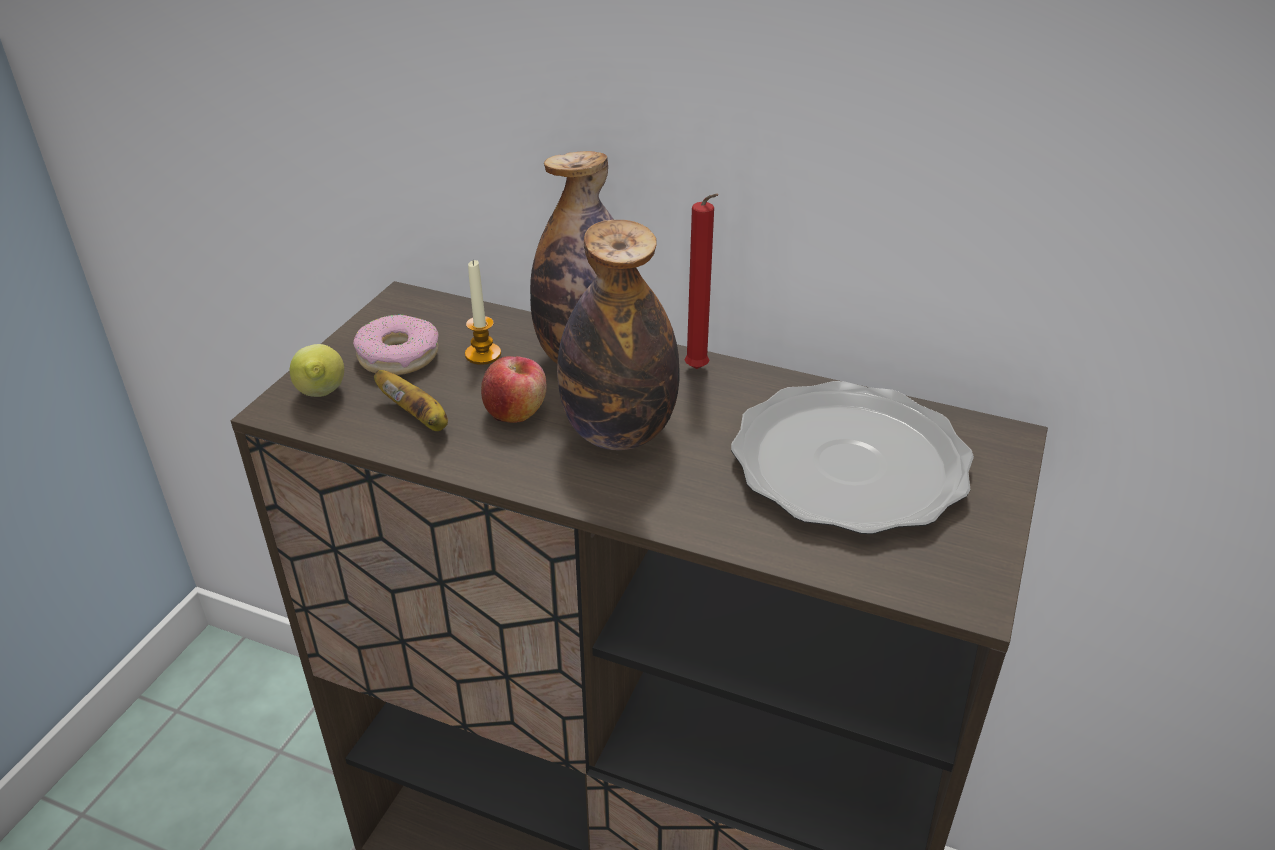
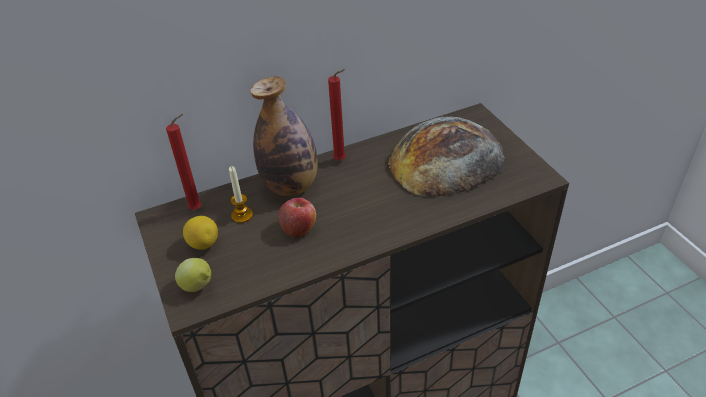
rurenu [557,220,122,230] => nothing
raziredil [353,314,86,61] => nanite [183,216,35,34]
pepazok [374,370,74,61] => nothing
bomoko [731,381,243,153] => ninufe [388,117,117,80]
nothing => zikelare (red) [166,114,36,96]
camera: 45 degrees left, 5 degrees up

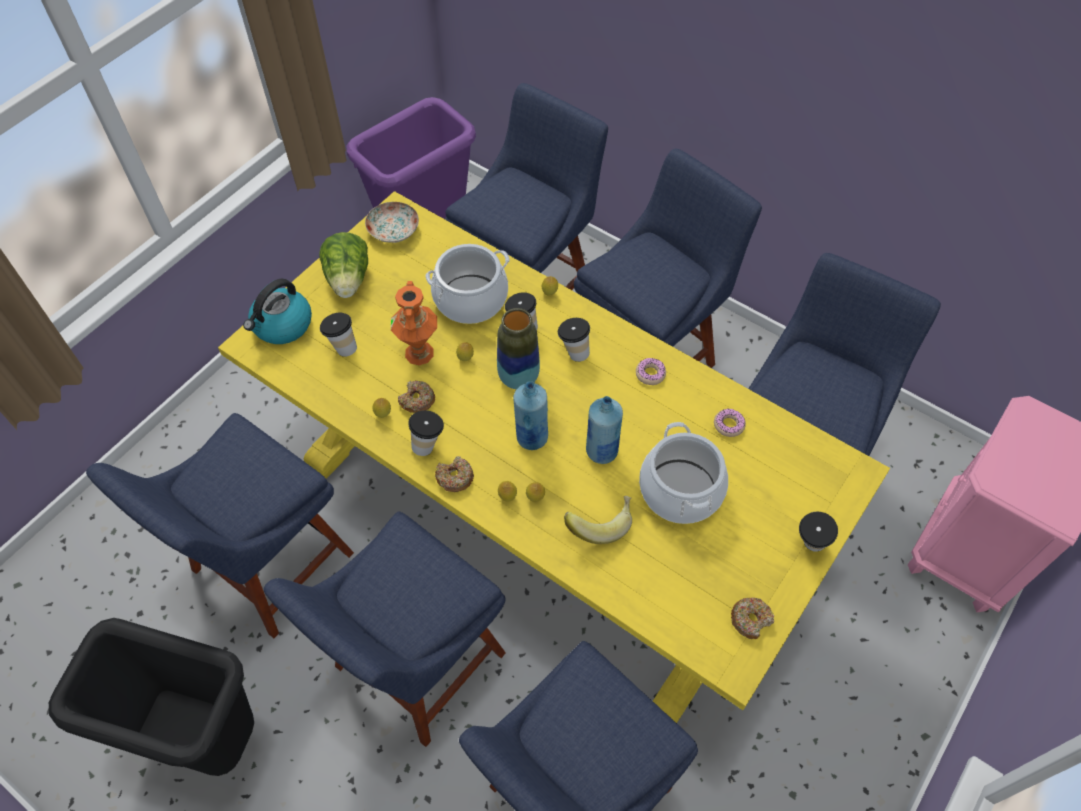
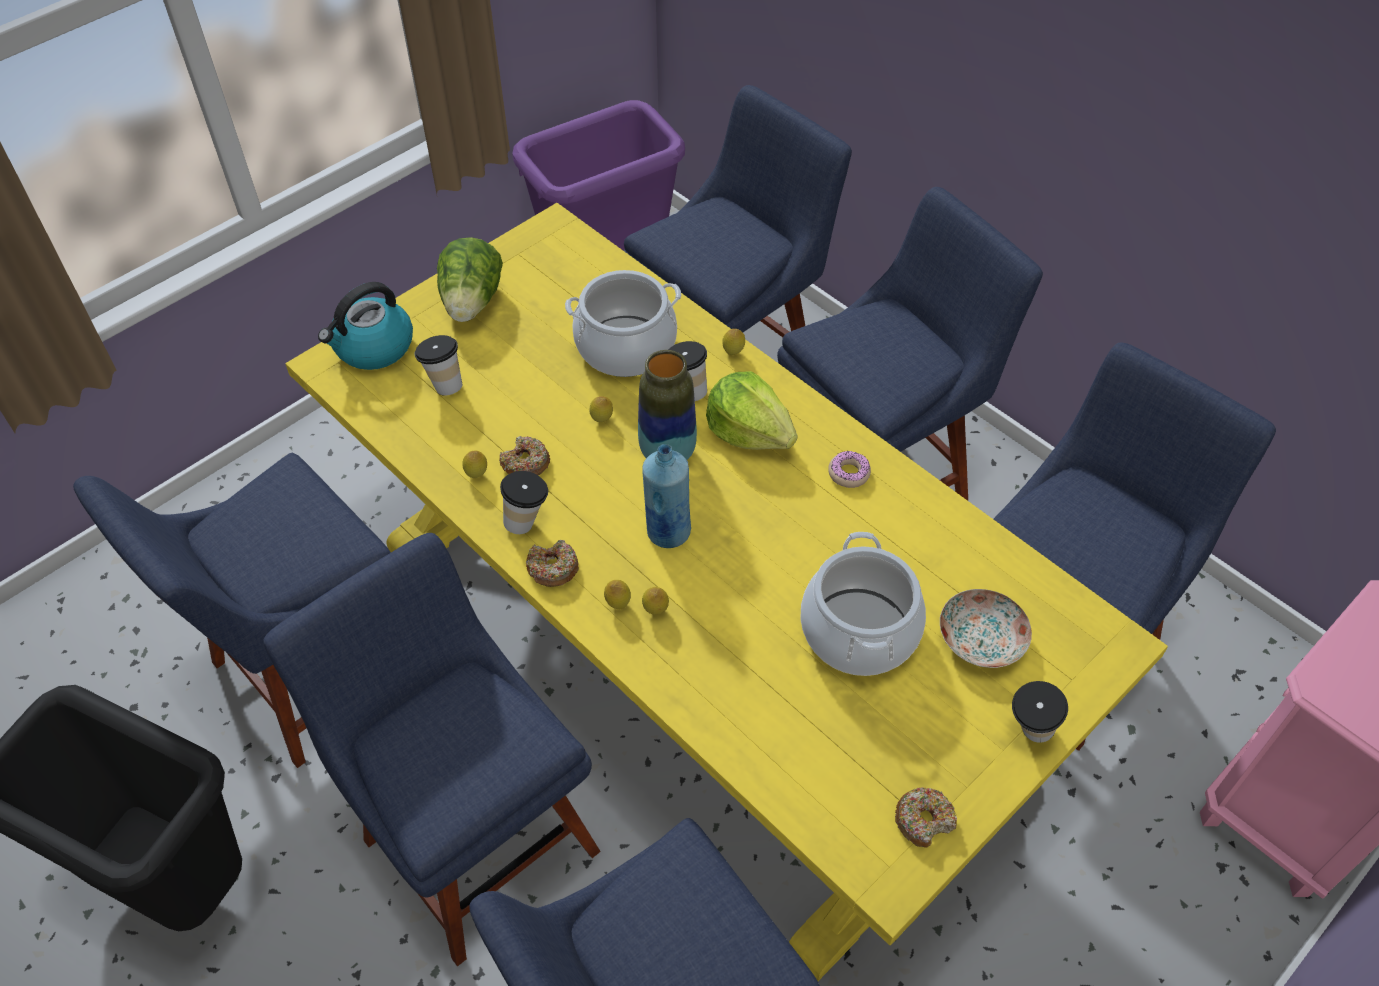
bomoko [365,202,54,41] => bomoko [940,589,92,79], move
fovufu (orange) [391,281,46,84] => nothing
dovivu [558,318,32,44] => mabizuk [706,371,92,79]
rurenu (blue) [586,396,37,68] => nothing
raziredil [714,408,32,29] => nothing
pepazok [564,496,68,48] => nothing
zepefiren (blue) [264,511,242,236] => zepefiren (blue) [263,533,338,433], 90 degrees clockwise
camera: 10 degrees right, 5 degrees down

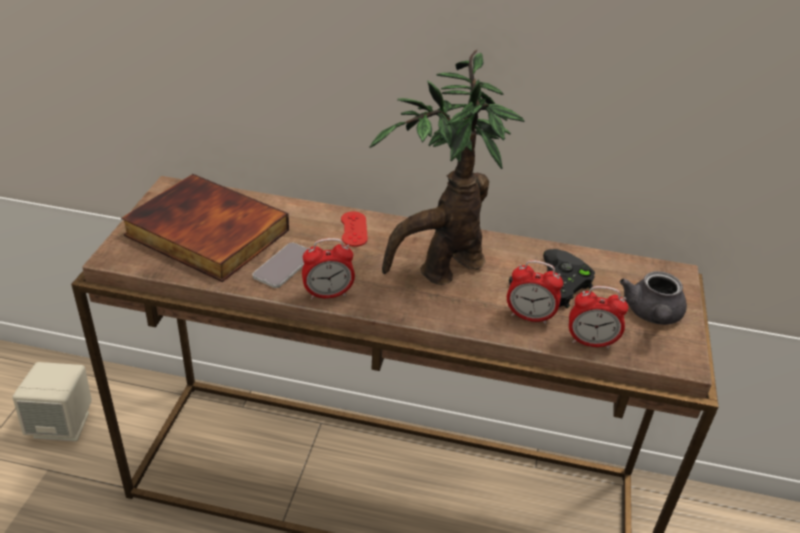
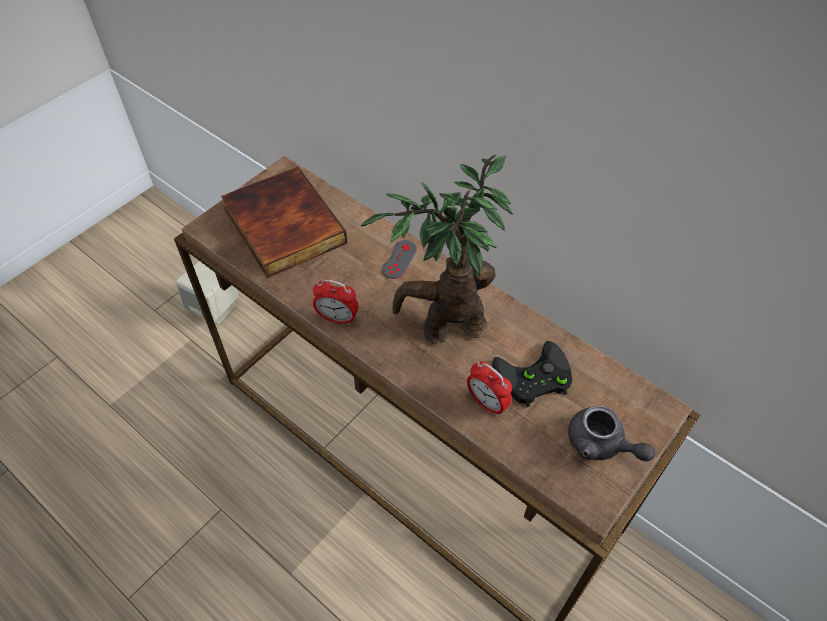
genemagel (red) [341,211,27,36] => genemagel (grey) [382,240,35,39]
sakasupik [253,243,55,45] => nothing
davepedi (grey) [620,271,67,54] => davepedi (grey) [568,405,87,56], 90 degrees counterclockwise
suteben [569,286,59,63] => nothing
camera: 30 degrees right, 15 degrees up

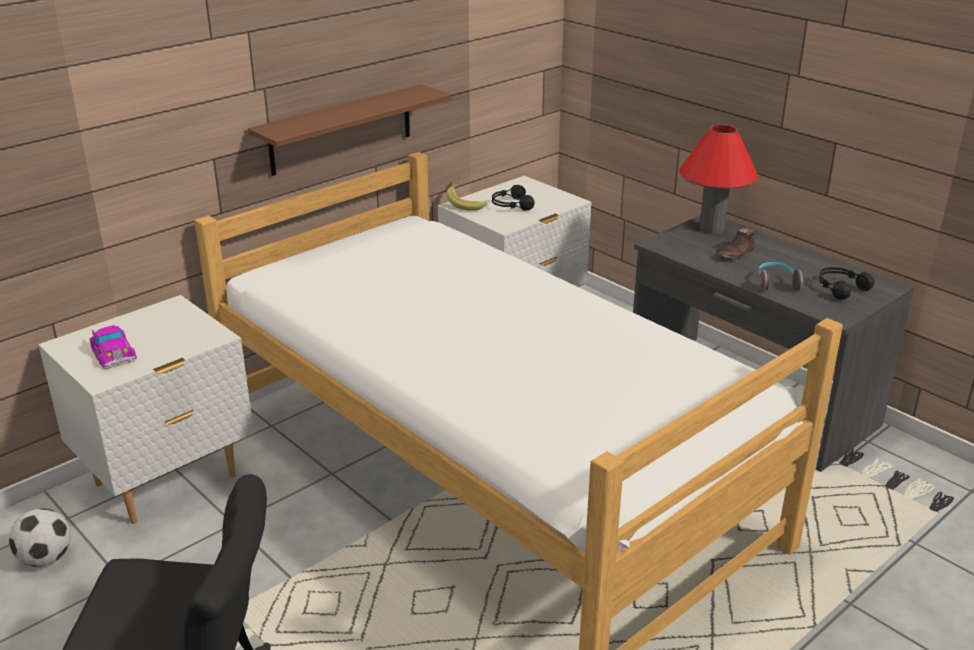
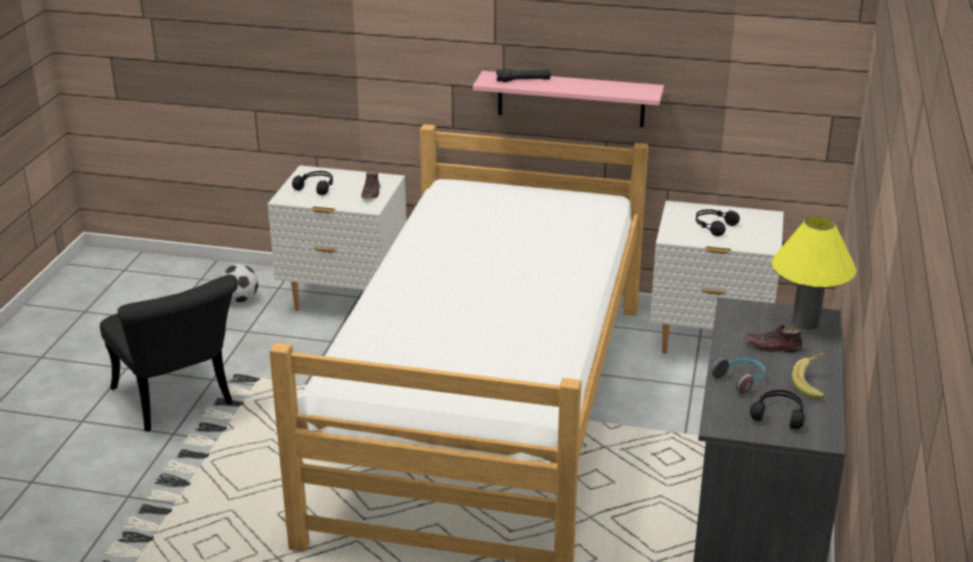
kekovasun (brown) [248,84,204,92] => kekovasun (pink) [473,71,191,56]
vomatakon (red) [679,125,79,109] => vomatakon (yellow) [772,216,85,113]
pepazok [446,178,40,33] => pepazok [792,352,35,47], move
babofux [89,325,48,44] => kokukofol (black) [292,171,41,24]
nothing => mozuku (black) [496,69,55,13]
nothing => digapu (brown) [361,169,19,30]
camera: 55 degrees right, 0 degrees up

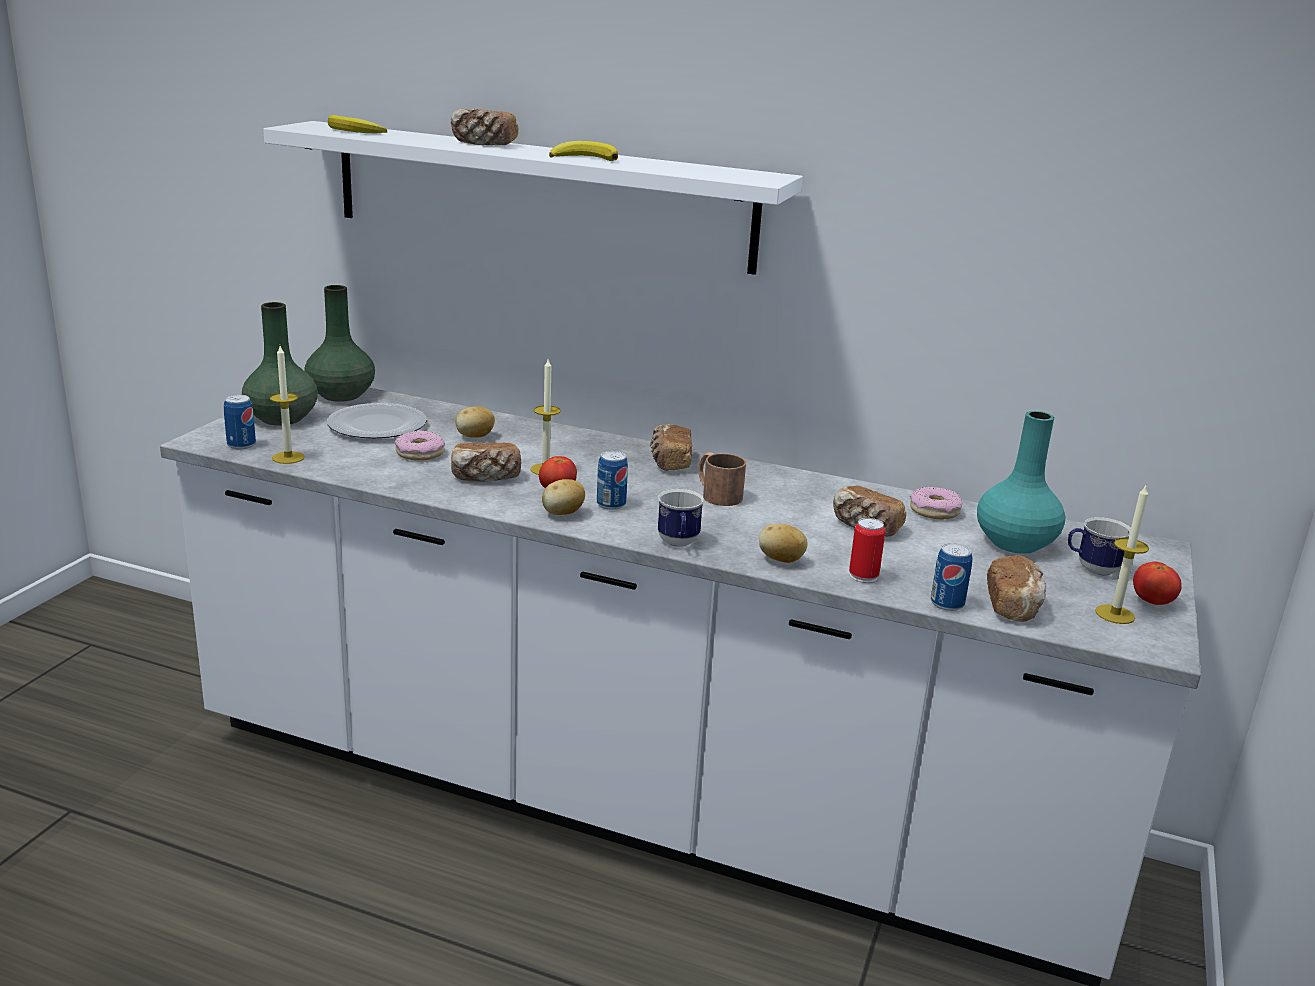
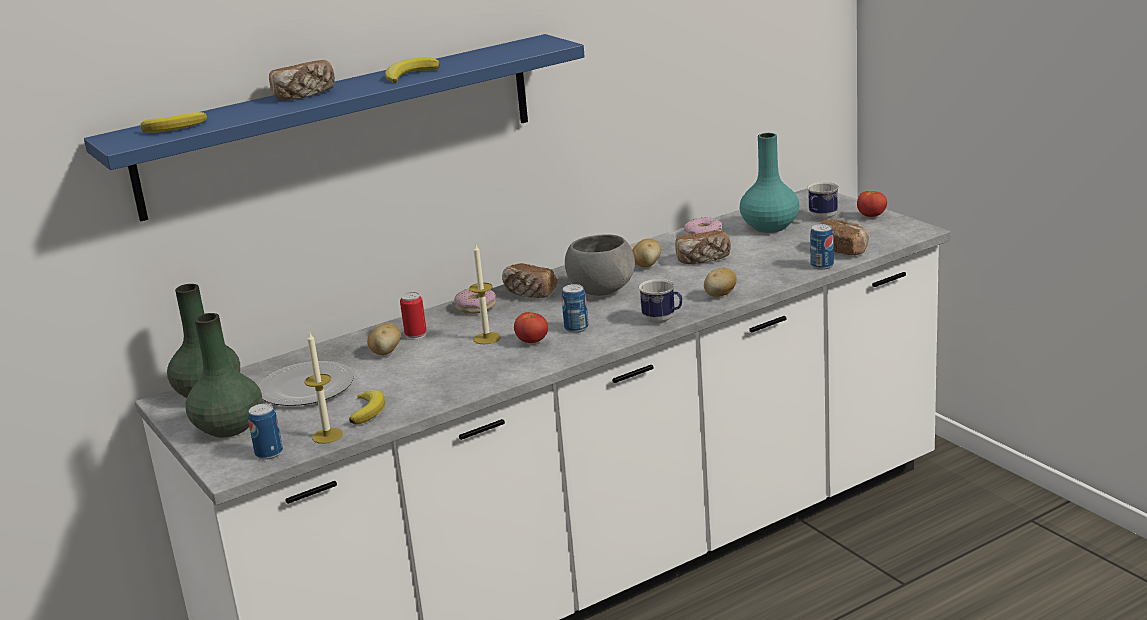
kekovasun (white) [263,121,540,154] => kekovasun (blue) [84,34,501,188]
raziredil [394,430,51,31] => raziredil [454,289,42,25], move
ninufe [451,442,70,40] => nothing
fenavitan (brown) [698,452,48,54] => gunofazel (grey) [565,234,70,62]
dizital [542,479,43,36] => dizital [632,239,29,28], move
zikelare [1095,485,54,139] => nothing
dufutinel [849,518,37,65] => dufutinel [400,292,27,48], move
nothing => pepazok [349,390,36,35]
camera: 50 degrees left, 0 degrees up

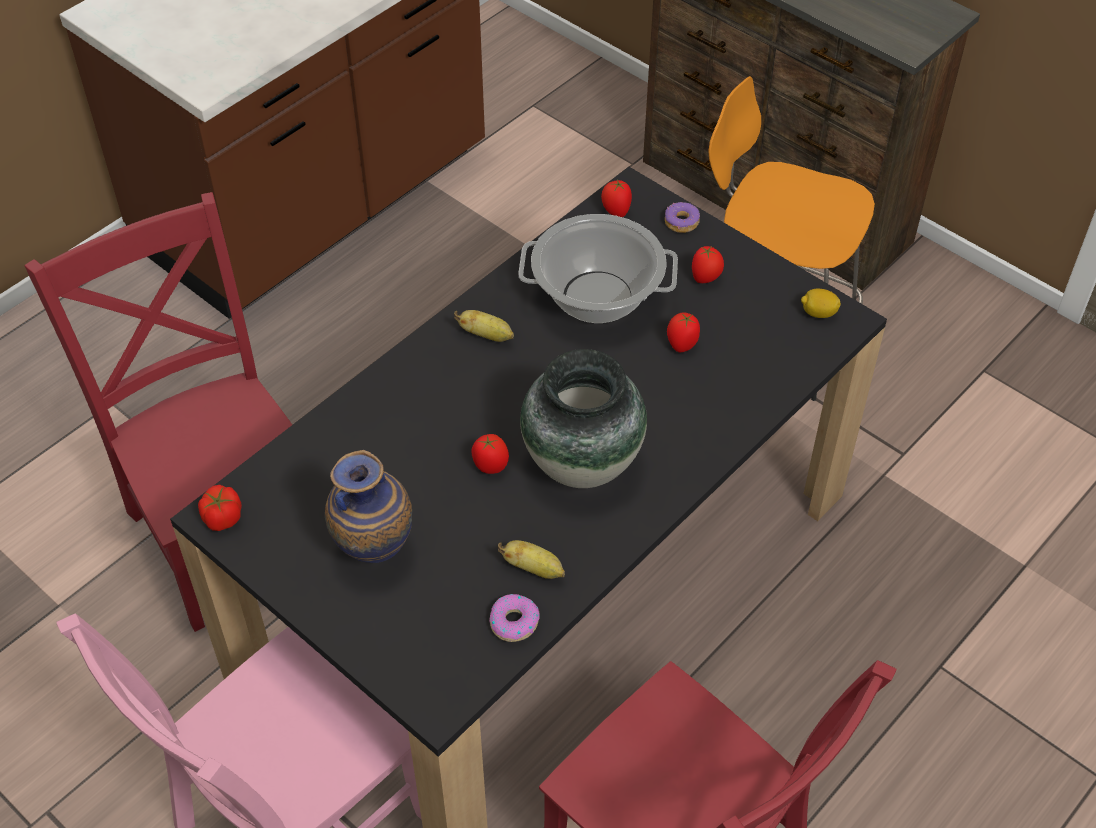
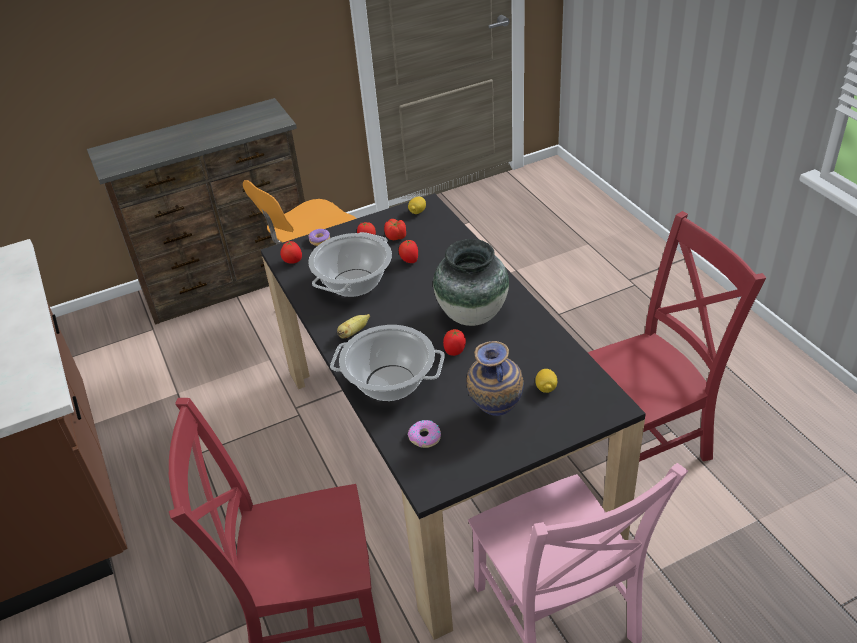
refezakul [198,485,44,46] => refezakul [384,219,22,21], move
pepazok [498,540,67,39] => nothing
raziredil [489,594,51,48] => raziredil [408,420,33,28], move
nothing => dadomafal [330,325,115,76]
nothing => nanite [535,369,22,24]
camera: 65 degrees left, 10 degrees down

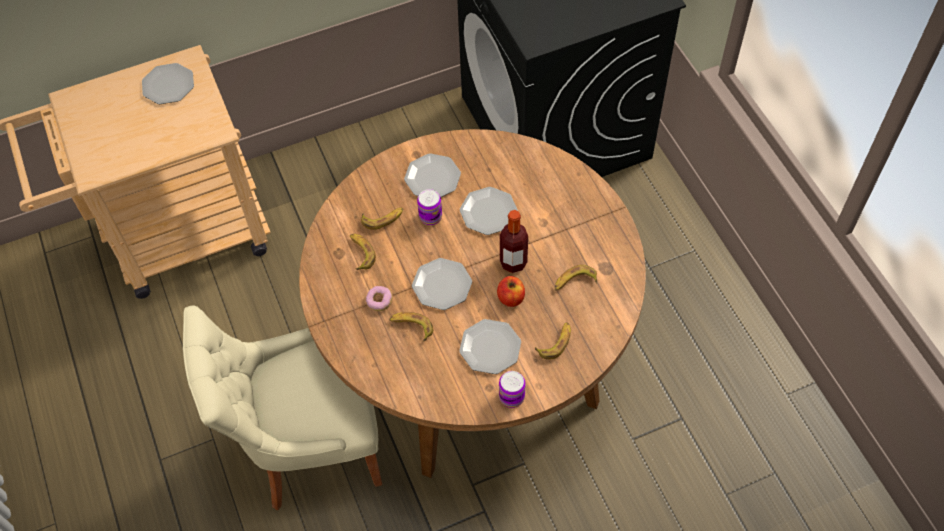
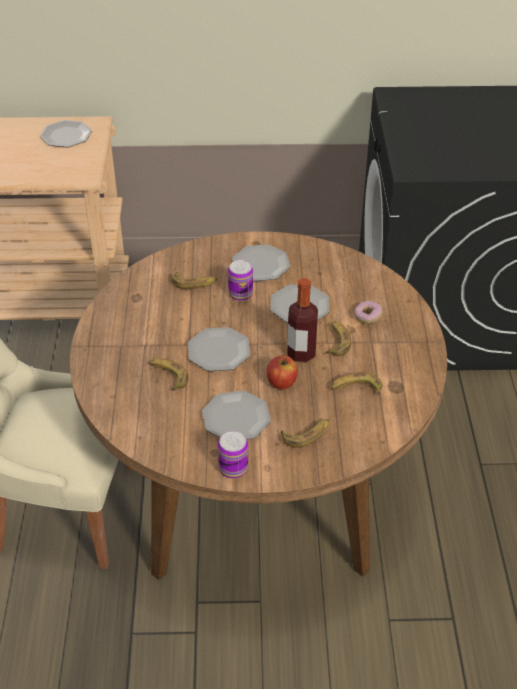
pepazok [350,234,26,36] => pepazok [325,321,26,35], move
raziredil [366,286,27,25] => raziredil [354,301,28,23], move
camera: 20 degrees right, 15 degrees down

